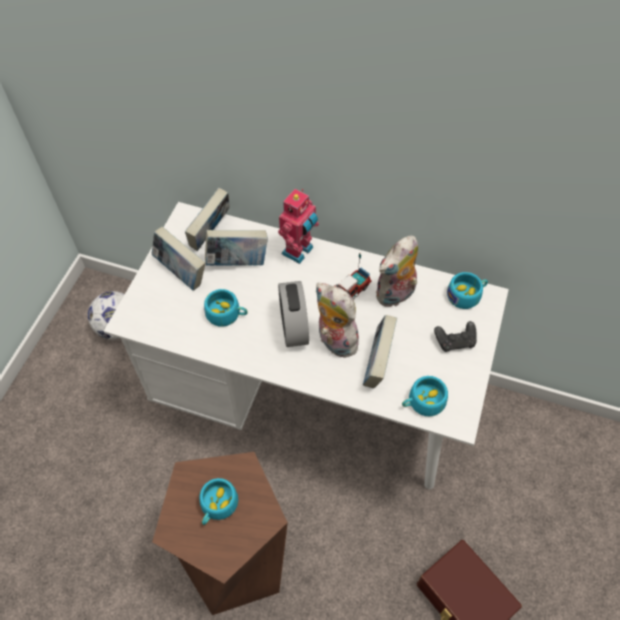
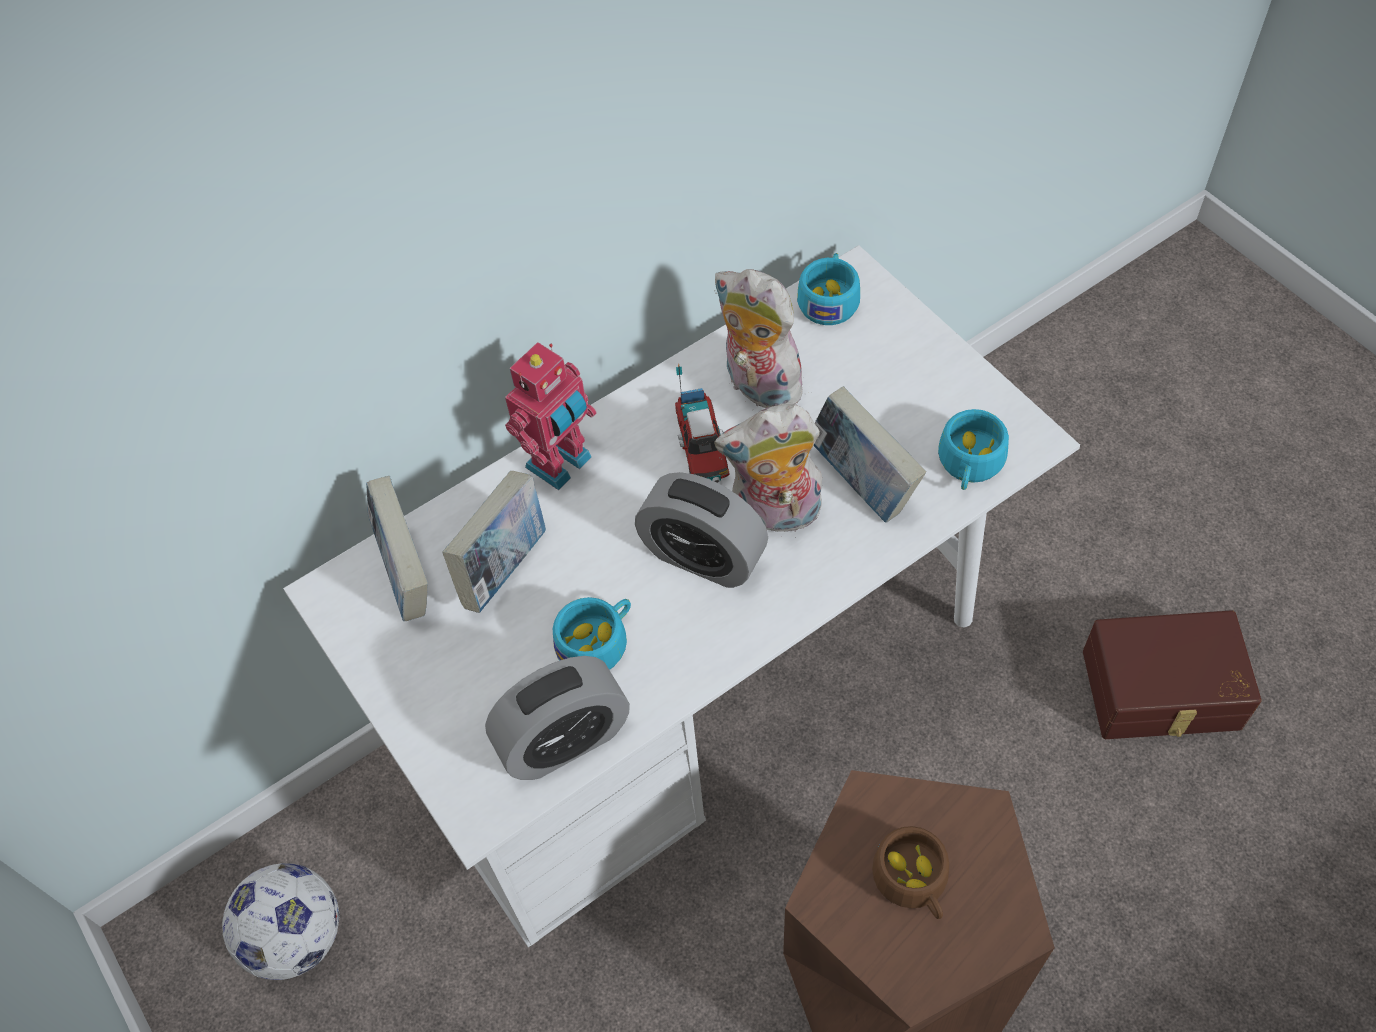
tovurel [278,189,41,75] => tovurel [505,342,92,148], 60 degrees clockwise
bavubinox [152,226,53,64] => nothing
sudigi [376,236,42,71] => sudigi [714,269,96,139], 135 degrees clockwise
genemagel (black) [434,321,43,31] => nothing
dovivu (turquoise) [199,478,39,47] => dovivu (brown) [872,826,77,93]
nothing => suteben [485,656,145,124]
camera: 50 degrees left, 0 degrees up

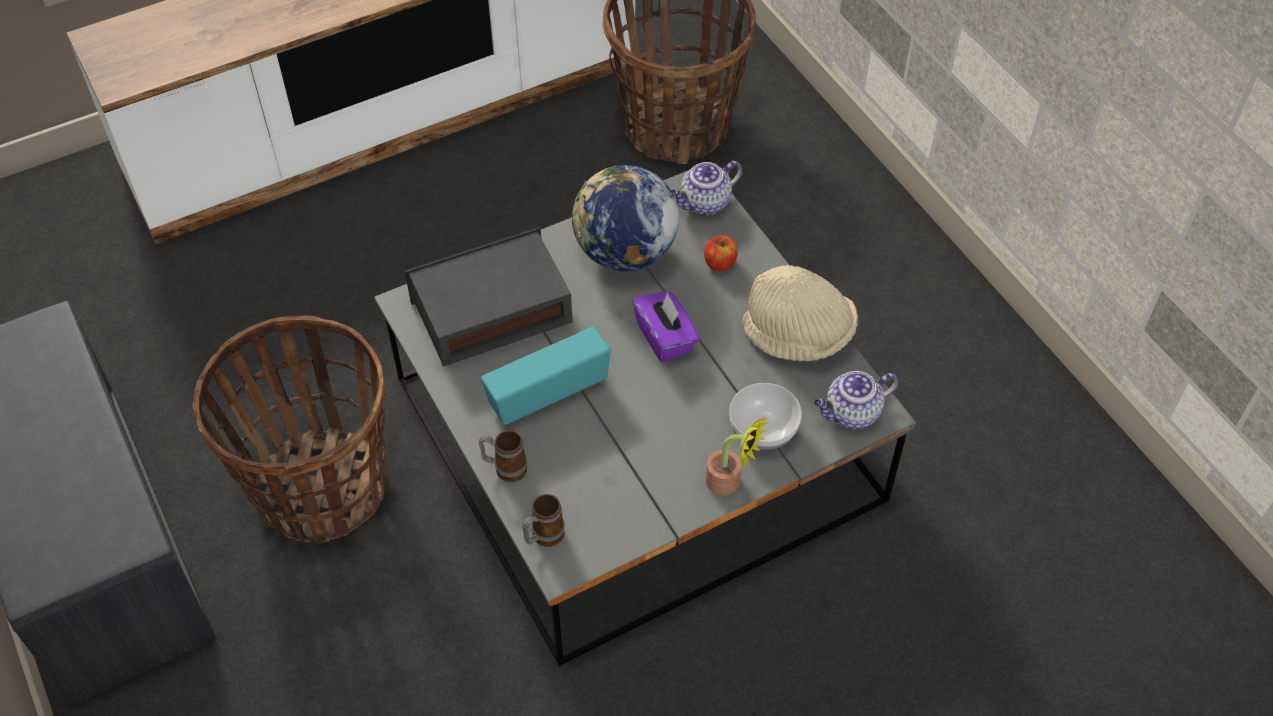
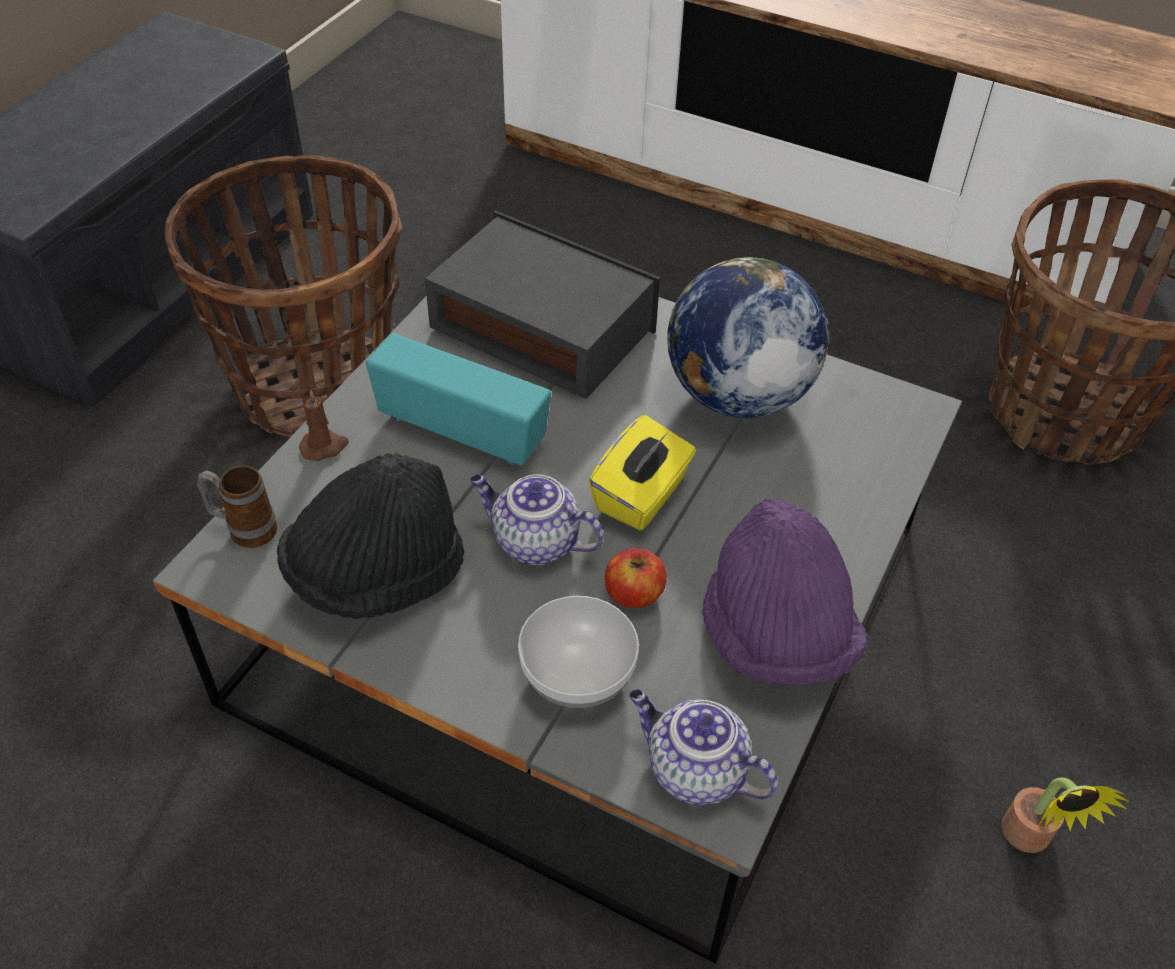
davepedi [671,161,71,54] => davepedi [470,474,134,91], move
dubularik [704,235,34,36] => dubularik [605,548,61,60], move
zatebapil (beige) [742,265,116,96] => zatebapil (purple) [702,498,166,187]
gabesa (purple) [632,291,67,71] => gabesa (yellow) [589,415,107,115]
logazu [706,416,64,80] => logazu [1001,778,128,75], move
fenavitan [479,430,48,52] => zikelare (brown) [299,390,50,71]
nothing => zatebapil (black) [277,453,187,166]
camera: 55 degrees right, 5 degrees down

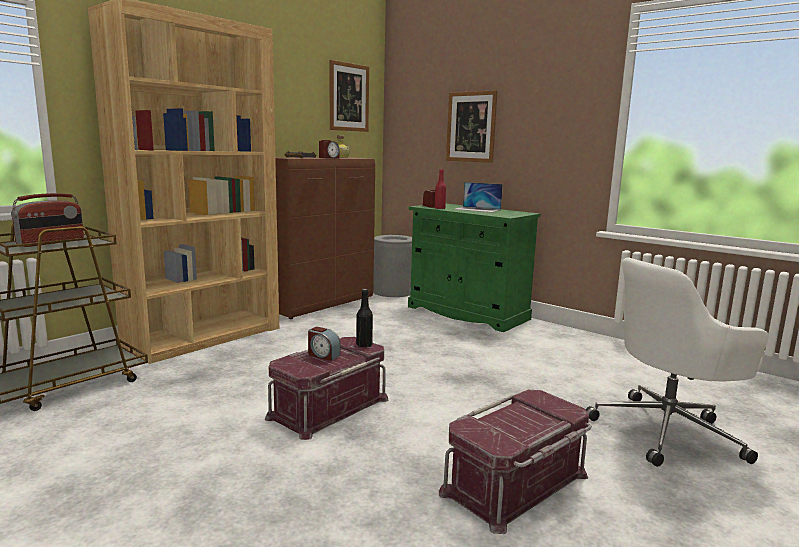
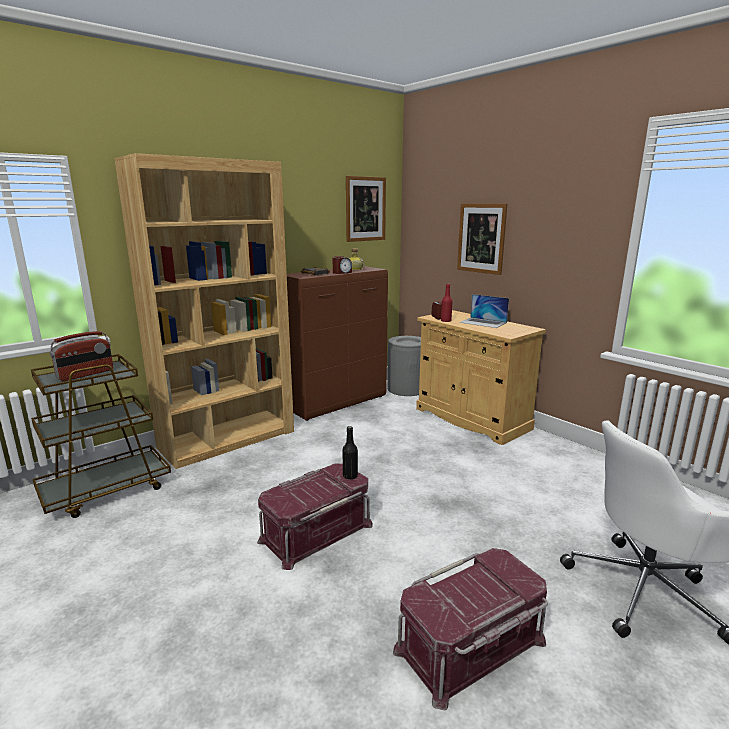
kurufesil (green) [408,204,133,128] => kurufesil (beige) [416,310,130,135]
suteben [308,327,32,34] => nothing
camera: 10 degrees right, 5 degrees up

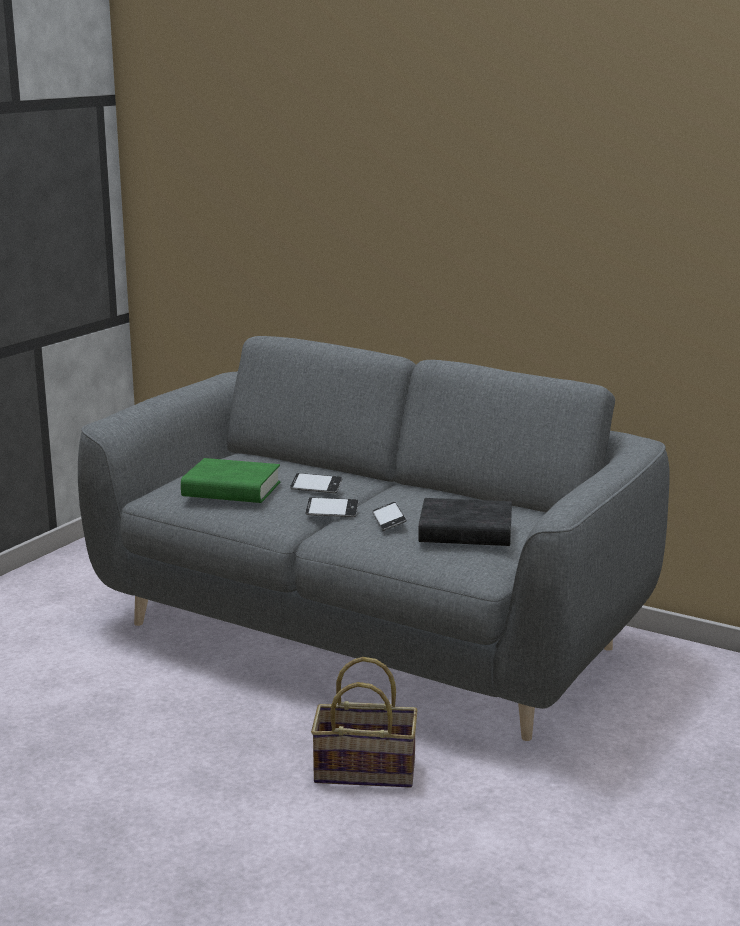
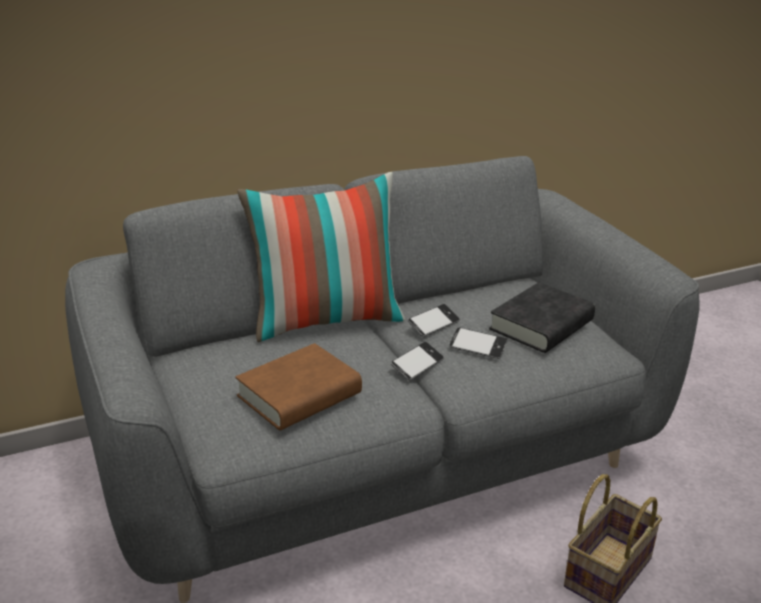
bavubinox (green) [181,458,99,45] => bavubinox (brown) [235,343,127,87]
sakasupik [290,473,52,20] => sakasupik [408,304,52,33], move
nothing => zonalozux [237,172,168,170]
camera: 55 degrees left, 10 degrees up

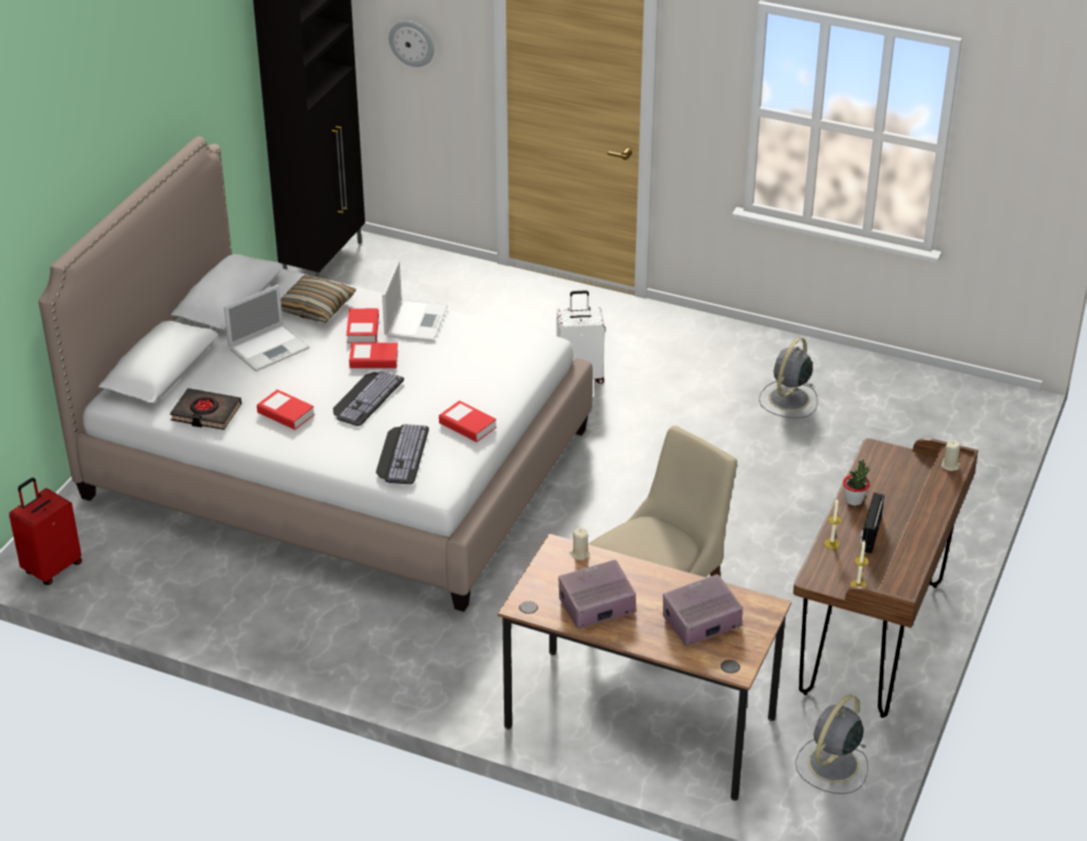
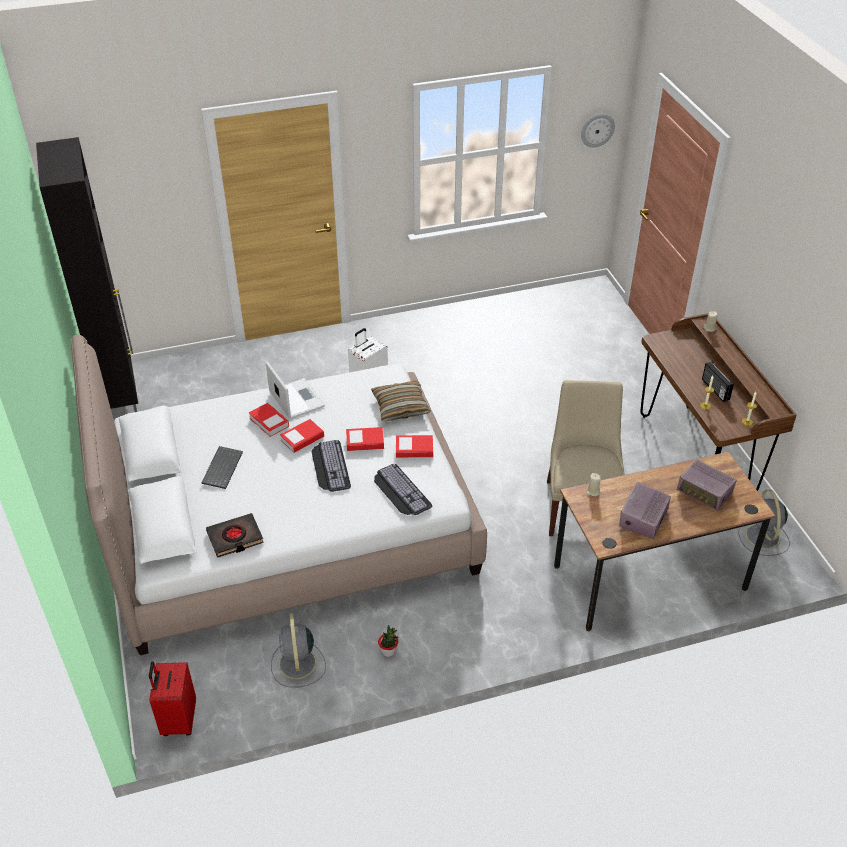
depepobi [389,21,45,46] => depepobi [581,114,34,33], move
zonalozux [281,275,76,48] => zonalozux [371,381,60,41], move
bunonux [224,284,86,88] => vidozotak [201,446,42,43]
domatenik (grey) [759,337,59,81] => domatenik (grey) [271,613,55,74], move
bavubinox [257,389,58,41] => bavubinox [346,427,38,24], move
logazu [843,459,27,47] => logazu [378,625,20,32], move
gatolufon [663,574,80,72] => gatolufon [677,459,60,52], 75 degrees counterclockwise
camera: 40 degrees left, 5 degrees up

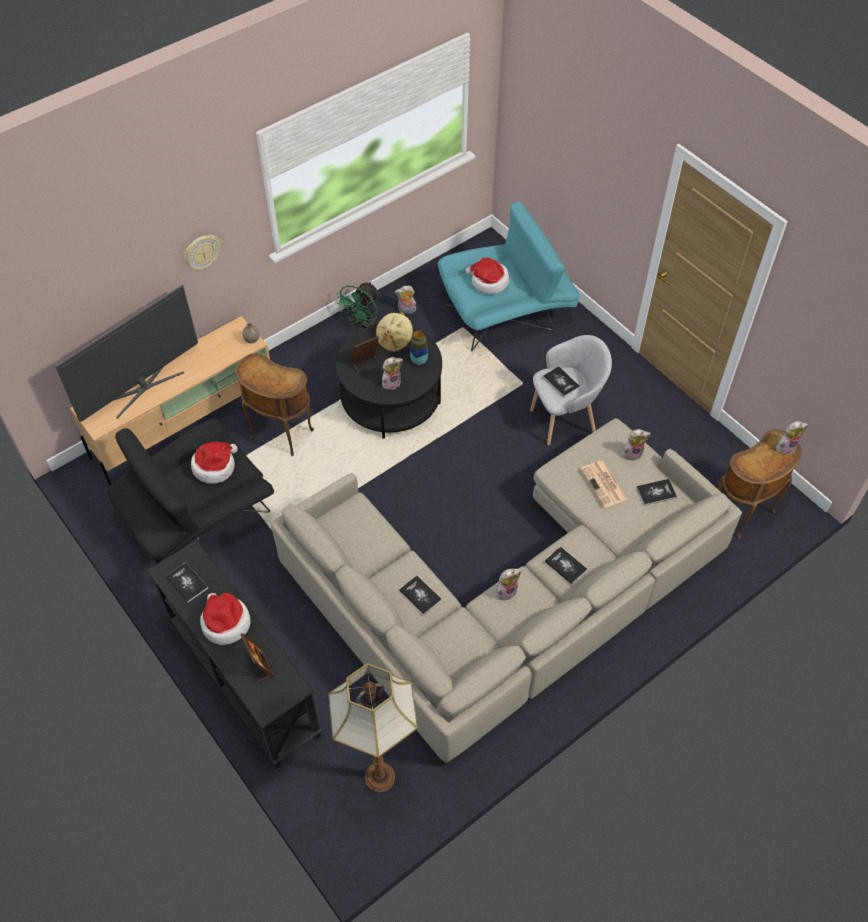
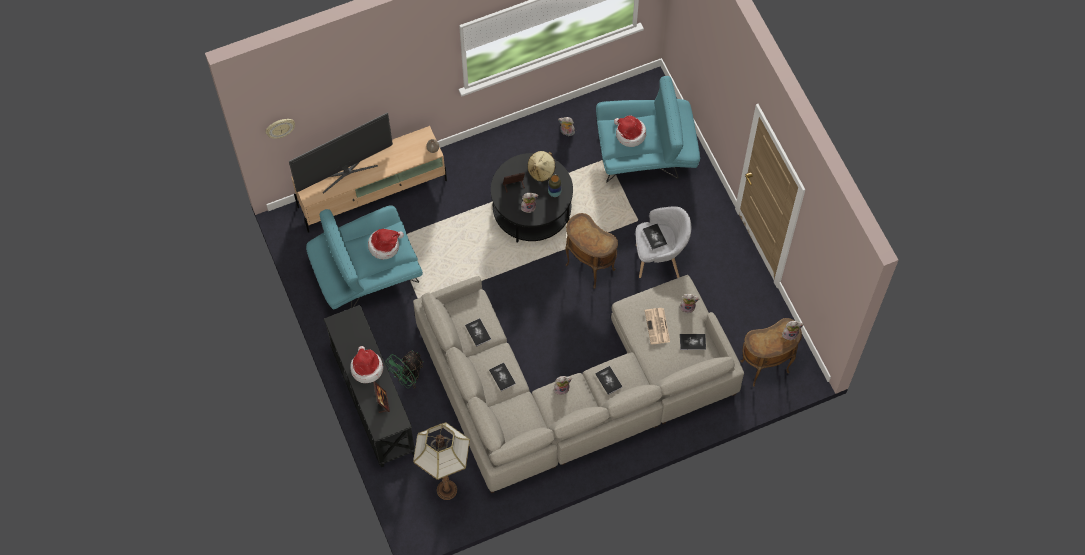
depepobi [184,235,36,35] => depepobi [266,119,29,19], move
domatenik (green) [335,282,45,47] => domatenik (green) [385,350,39,39], move
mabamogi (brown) [235,353,79,103] => mabamogi (brown) [565,213,53,76], move
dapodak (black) [107,418,167,146] => dapodak (turquoise) [306,205,117,104]
bavubinox [165,562,43,41] => bavubinox [465,318,26,29], move
camera: 15 degrees right, 10 degrees up

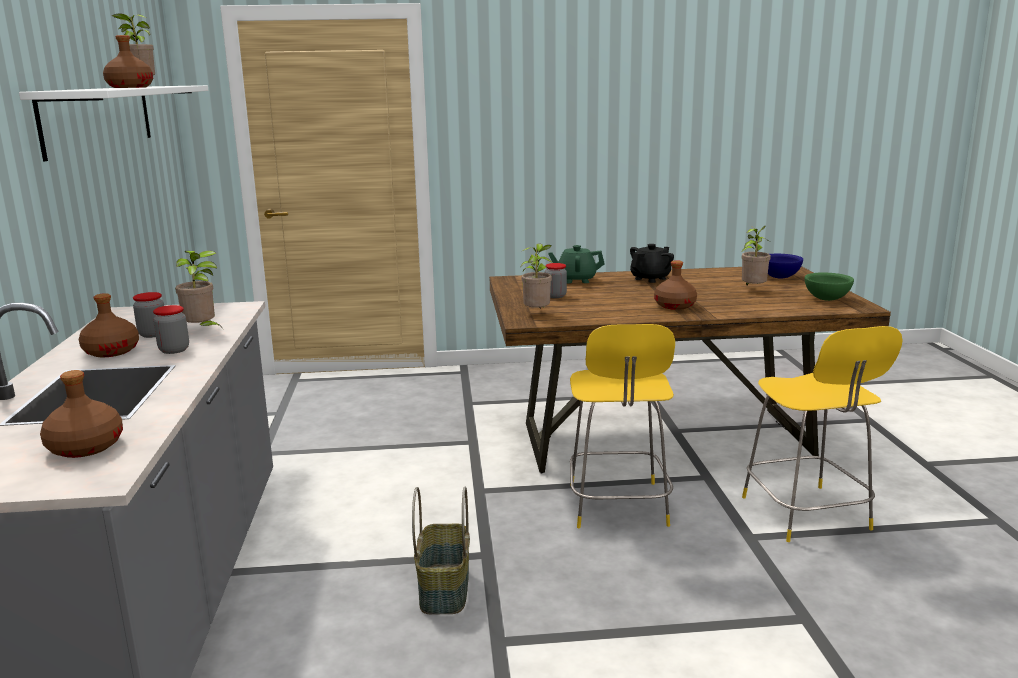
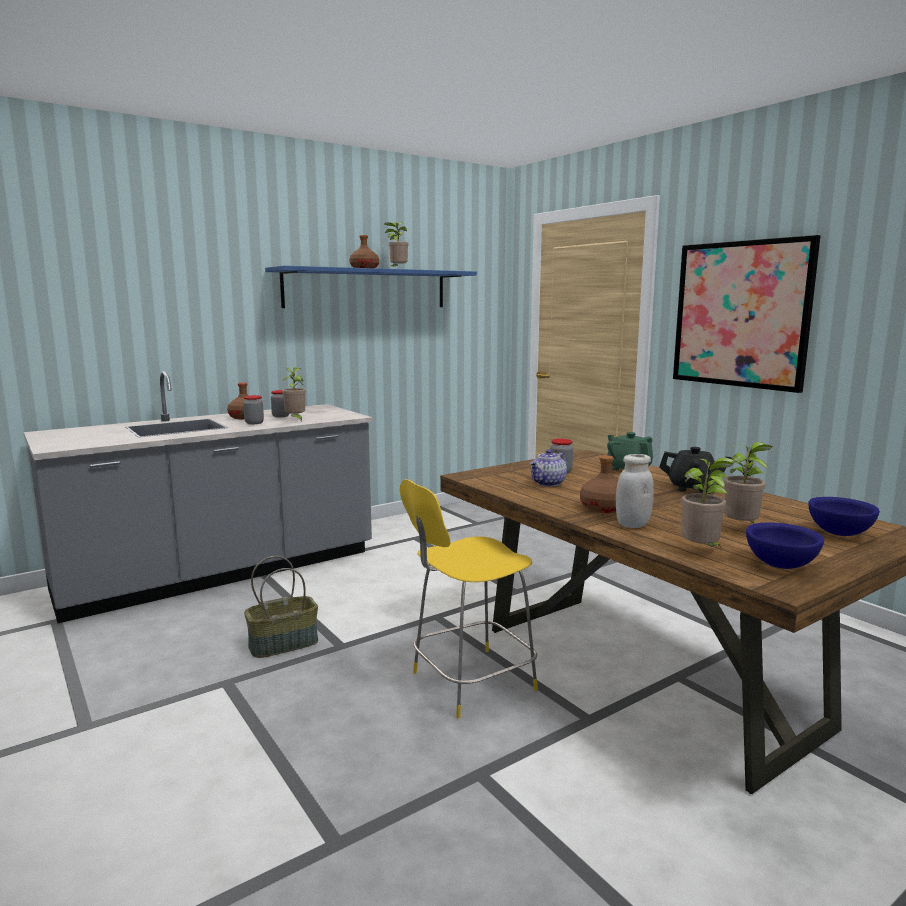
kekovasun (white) [19,85,189,76] => kekovasun (blue) [265,266,212,42]
logazu [520,243,33,66] => logazu [681,458,54,89], move
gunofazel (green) [805,272,49,29] => gunofazel (blue) [746,522,78,47]
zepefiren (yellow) [742,326,161,216] => nothing
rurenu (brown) [40,370,83,88] => nothing
nothing => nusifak [673,235,148,158]
nothing => davepedi [530,449,37,38]
nothing => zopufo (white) [616,454,38,74]
camera: 60 degrees right, 5 degrees down

